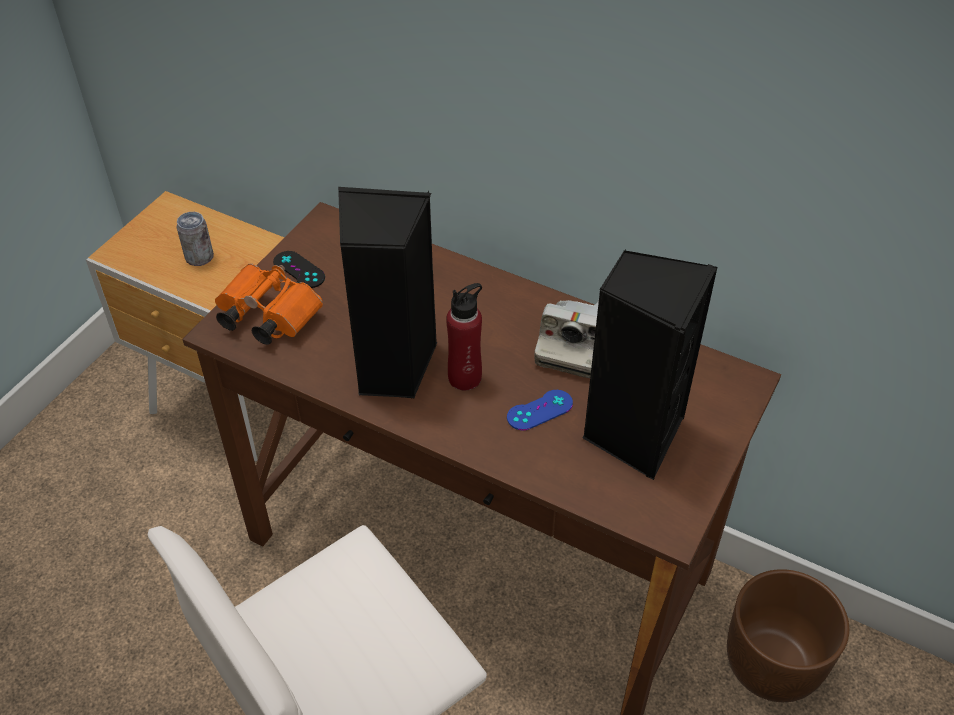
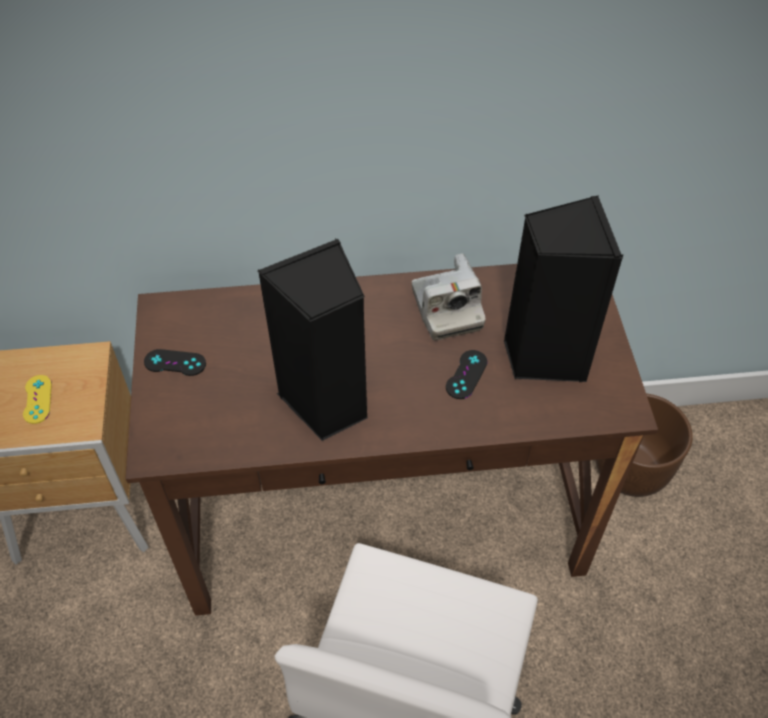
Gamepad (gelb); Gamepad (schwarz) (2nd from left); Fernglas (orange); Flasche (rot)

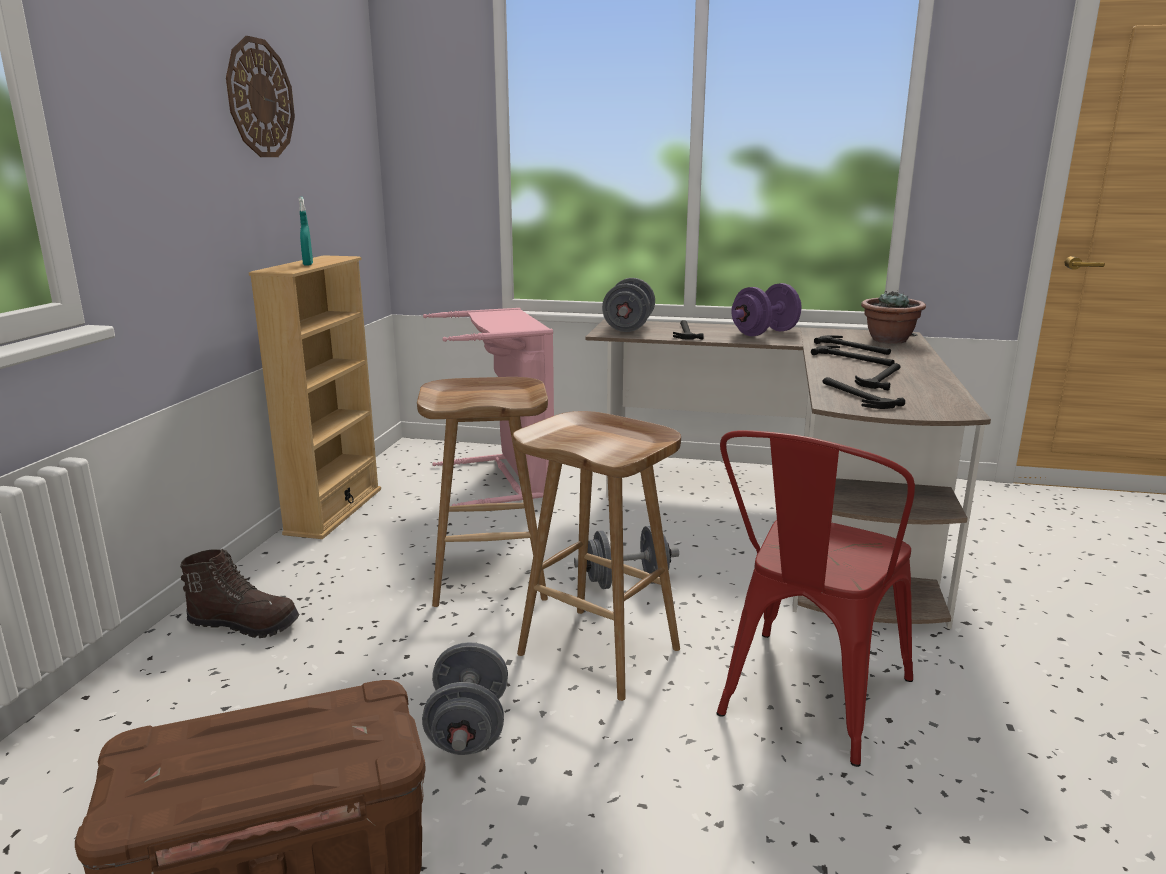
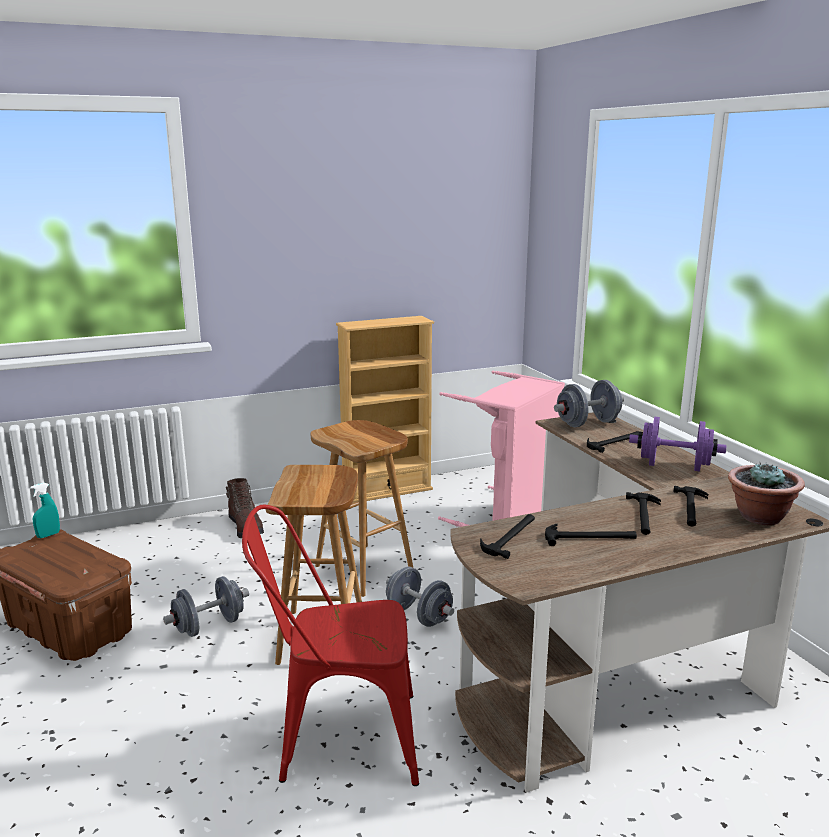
Sprühflasche (türkis); Wanduhr

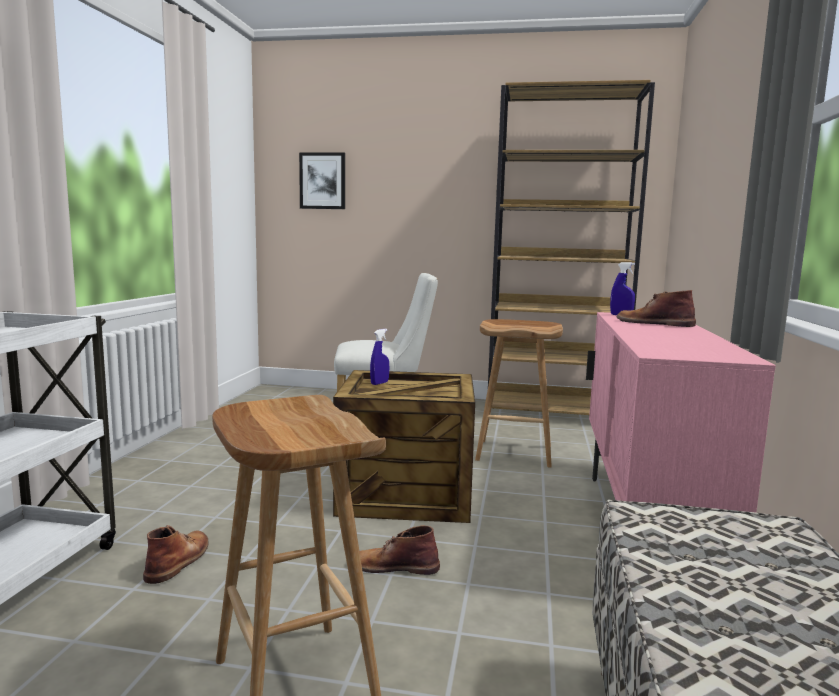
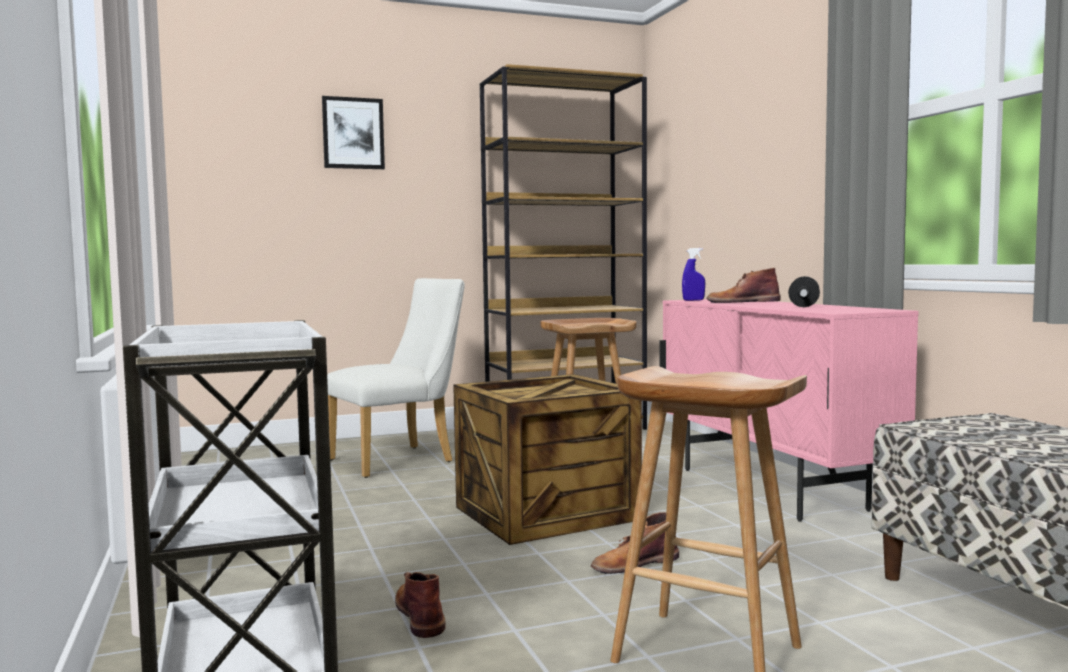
Bild; Hantel; Sprühflasche (blau) (1st from left in the first image)

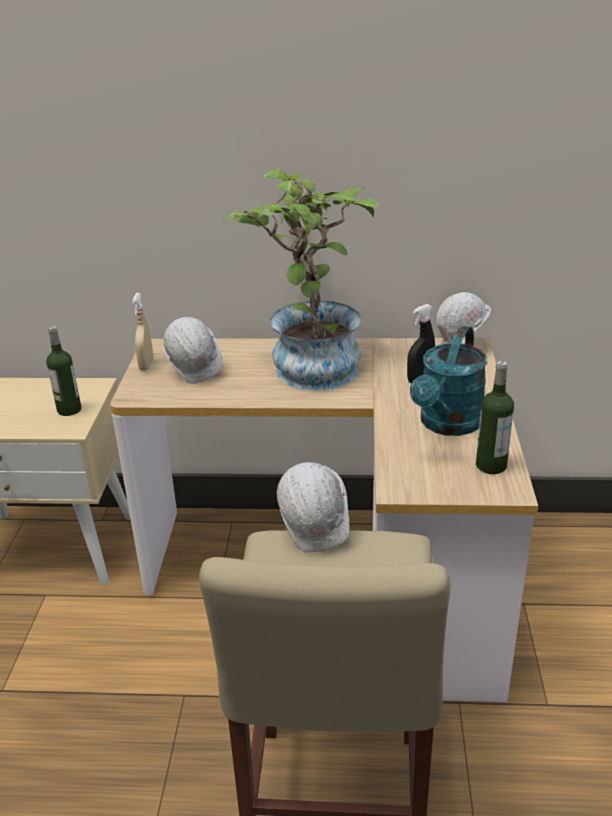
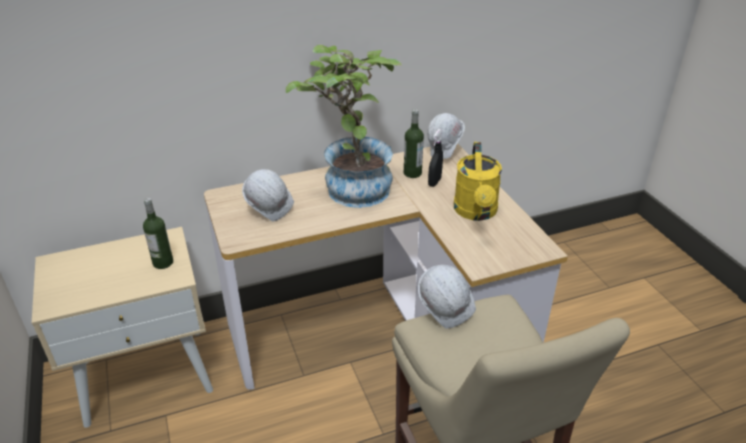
Flasche (2nd from left); Gießkanne (gelb); Sprühflasche (beige)

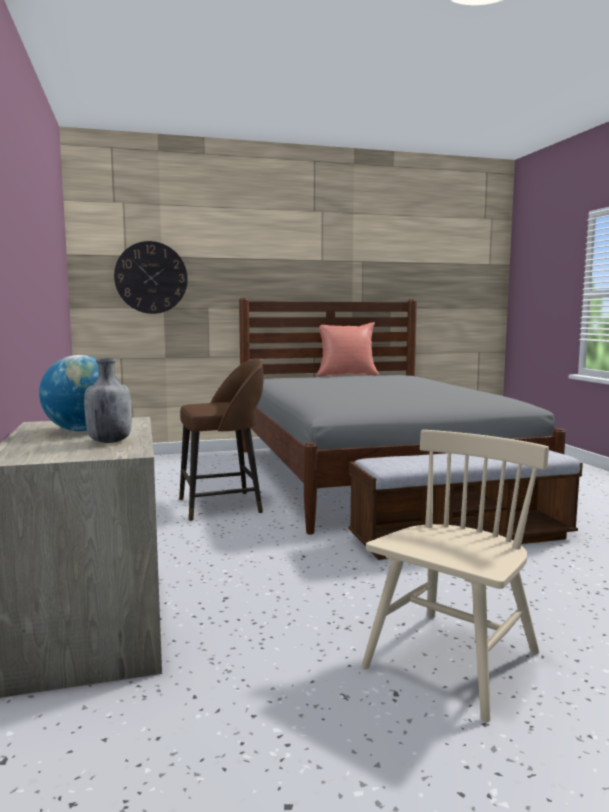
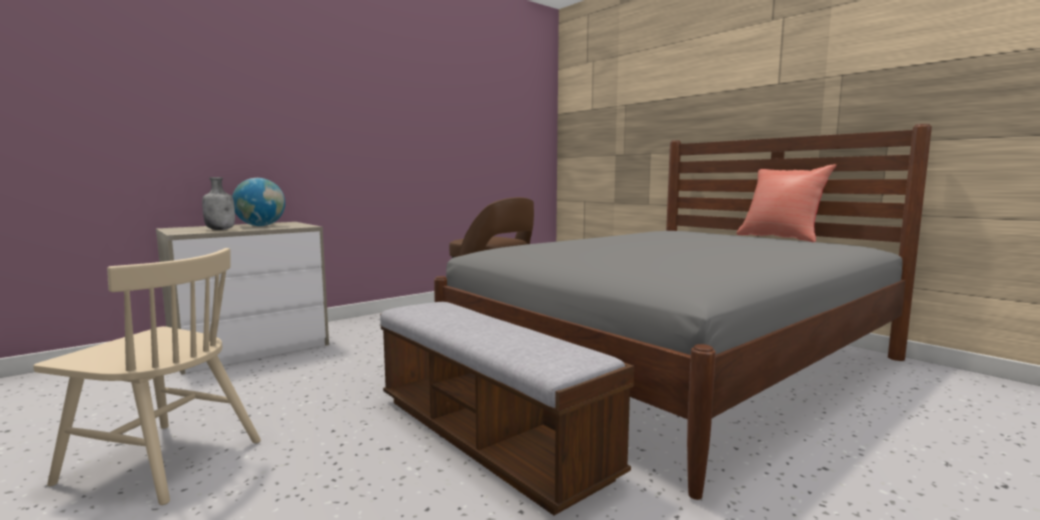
Wanduhr

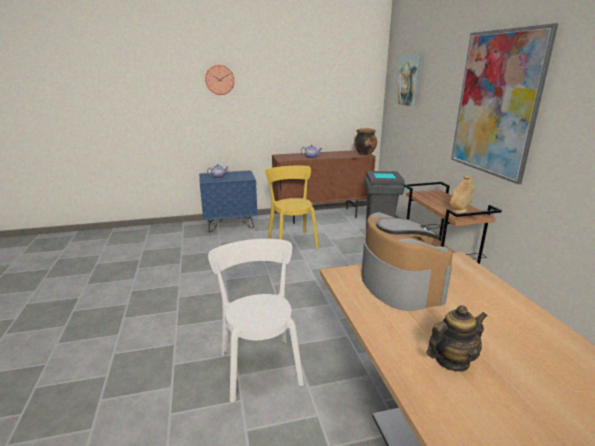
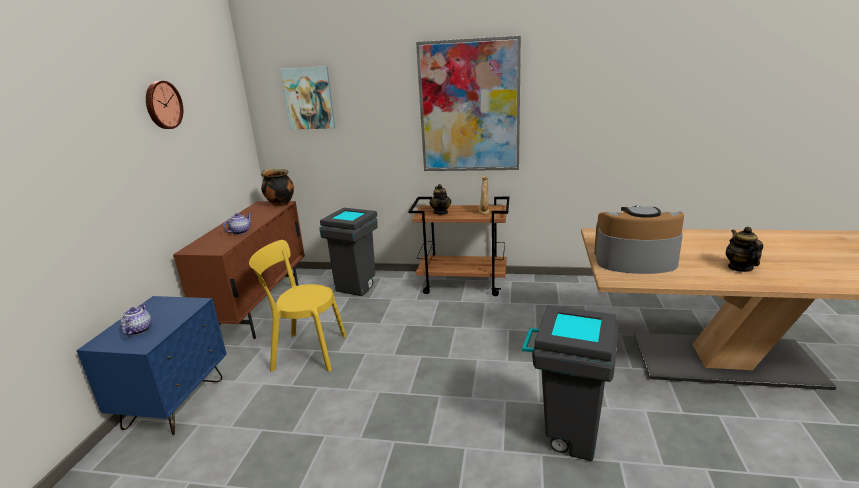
Wanduhr; Teekanne (3rd from left); Mülleimer (grau) (2nd from left)

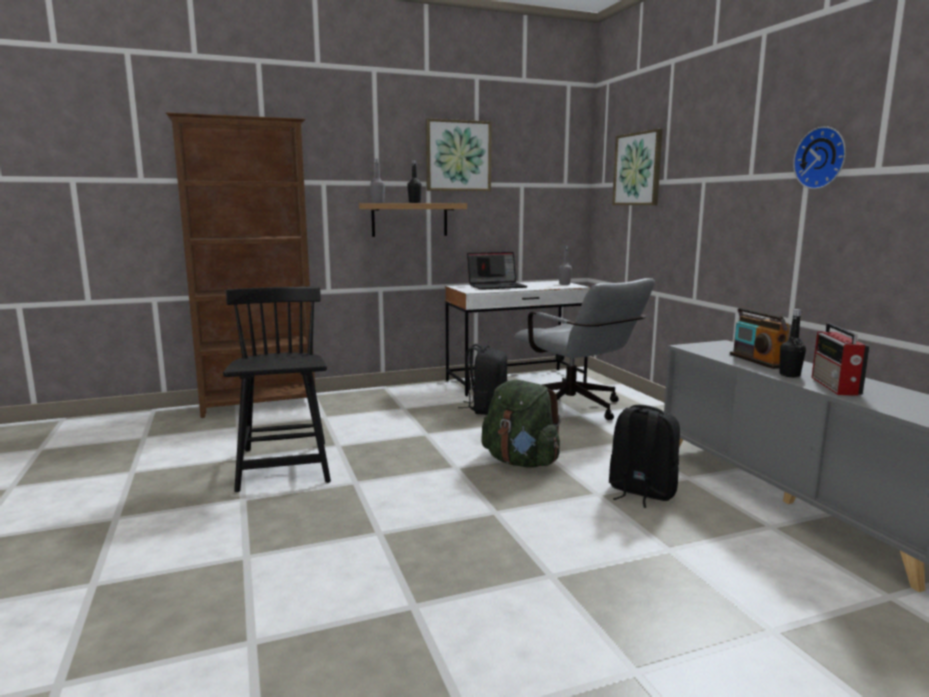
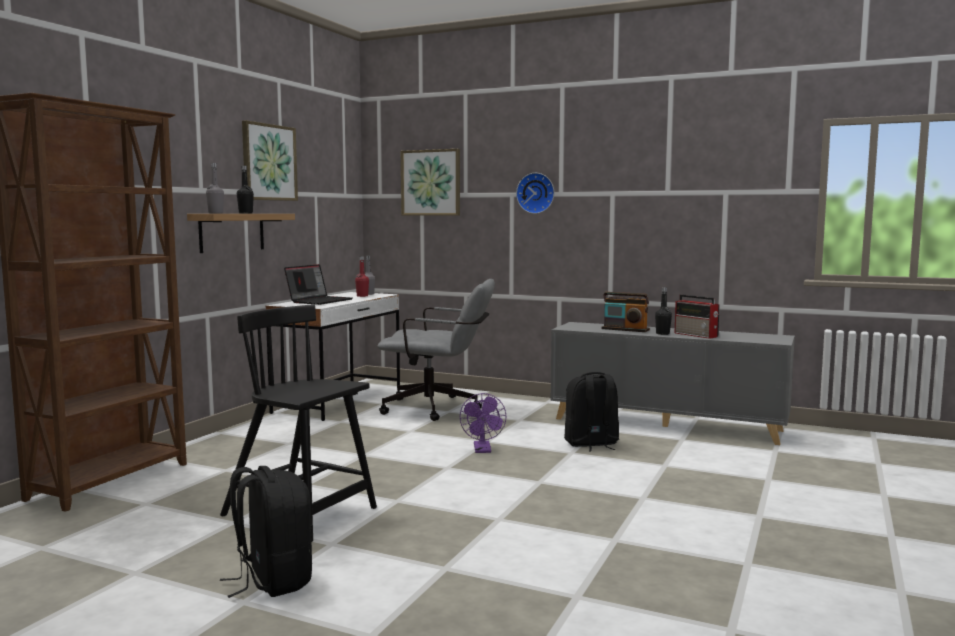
Rucksack (schwarz) (1st from left); Flasche (rot); Ventilator (lila); Wanduhr

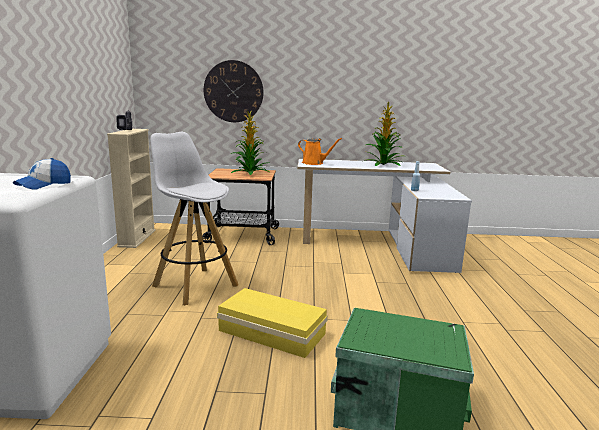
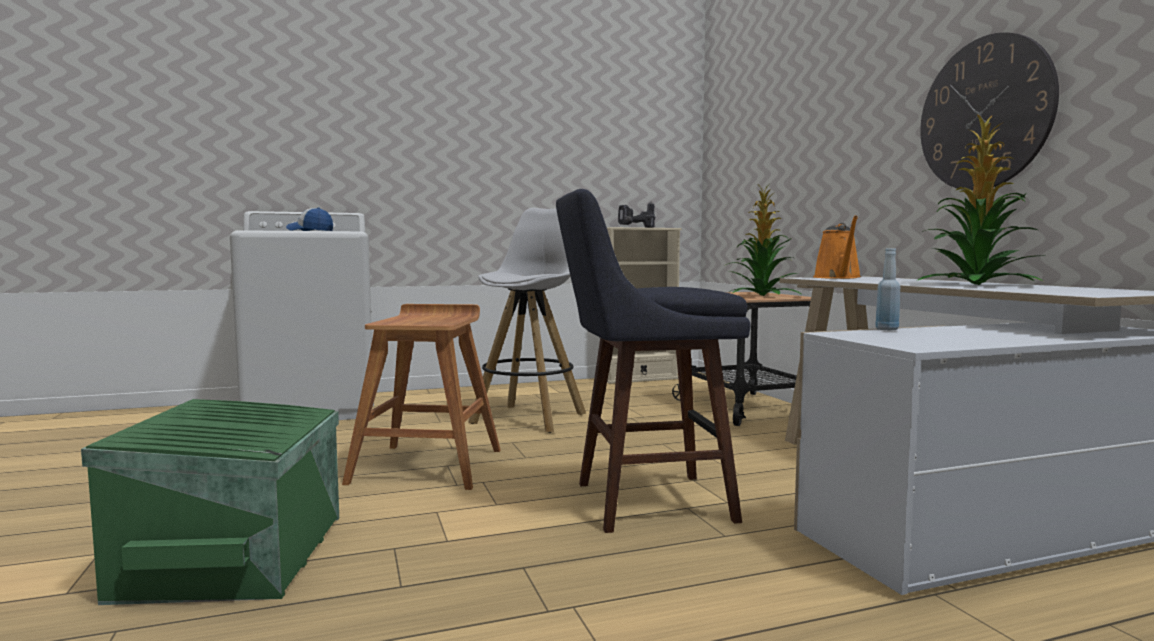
Hocker (braun); Hocker (blau); Wanduhr

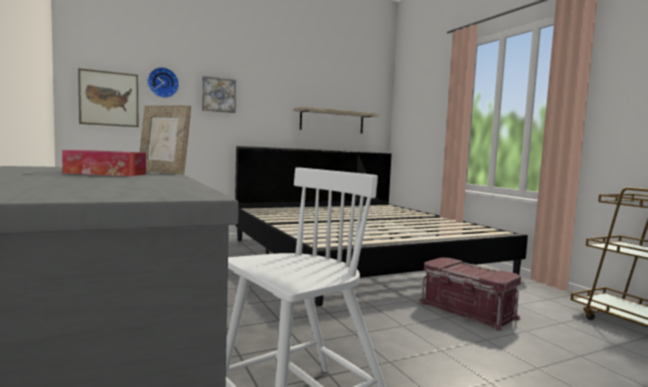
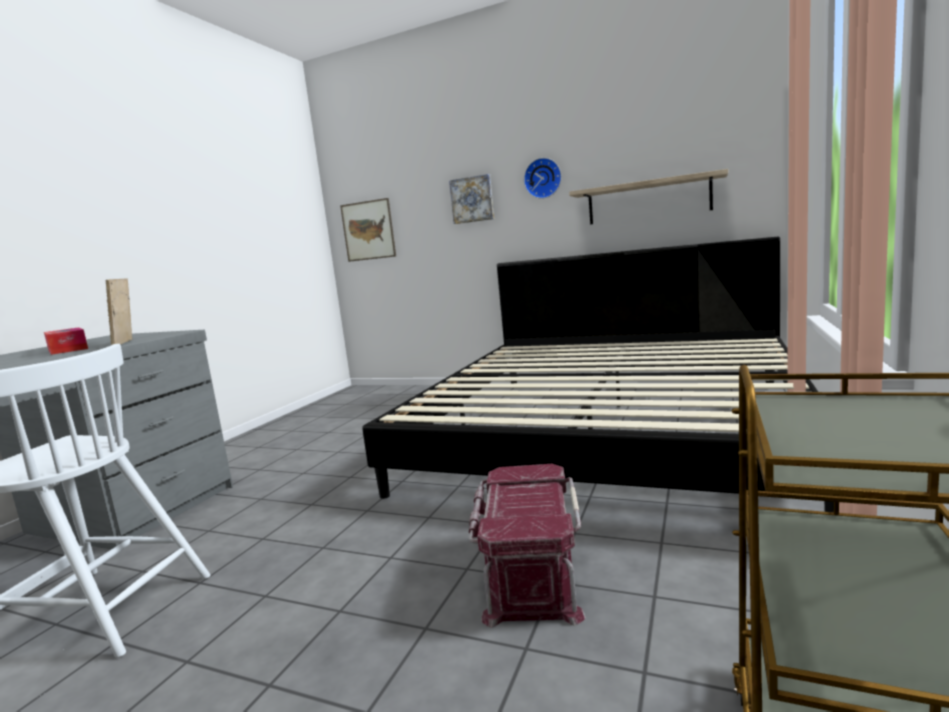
Wanduhr

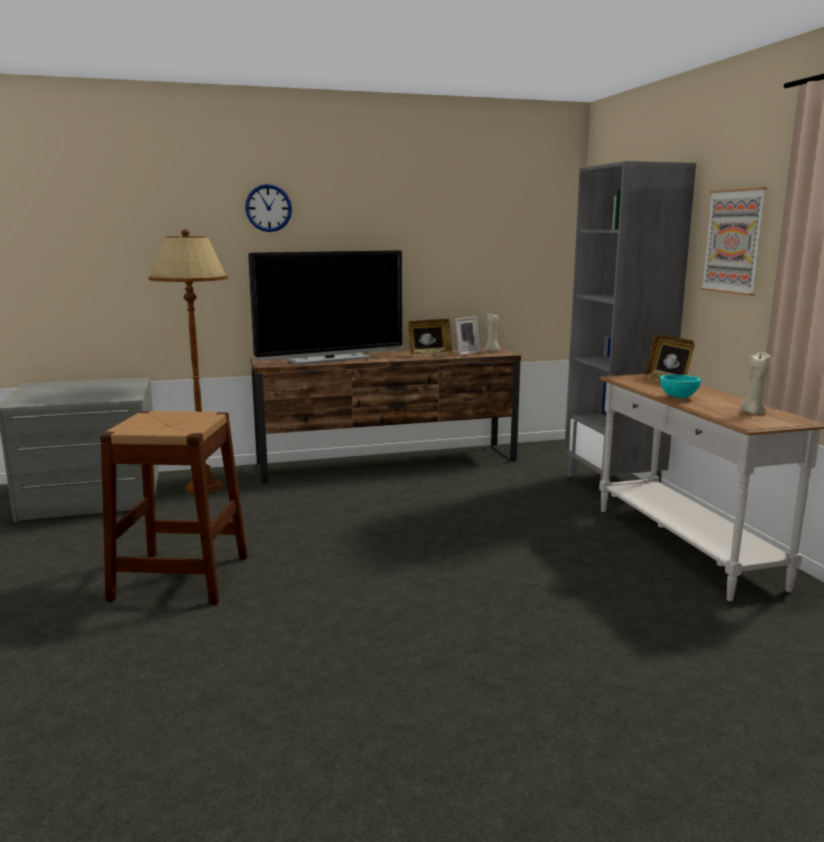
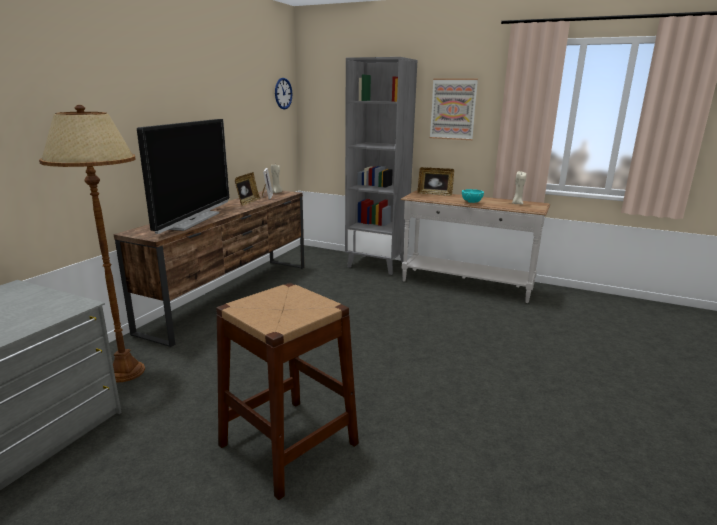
Wanduhr

